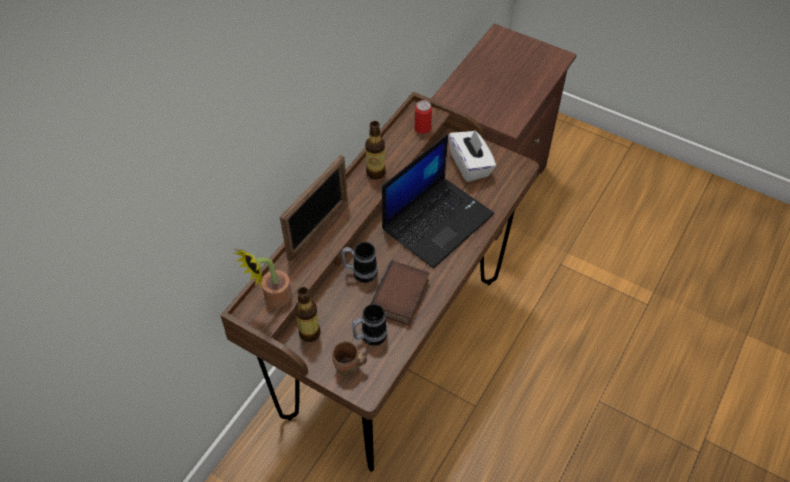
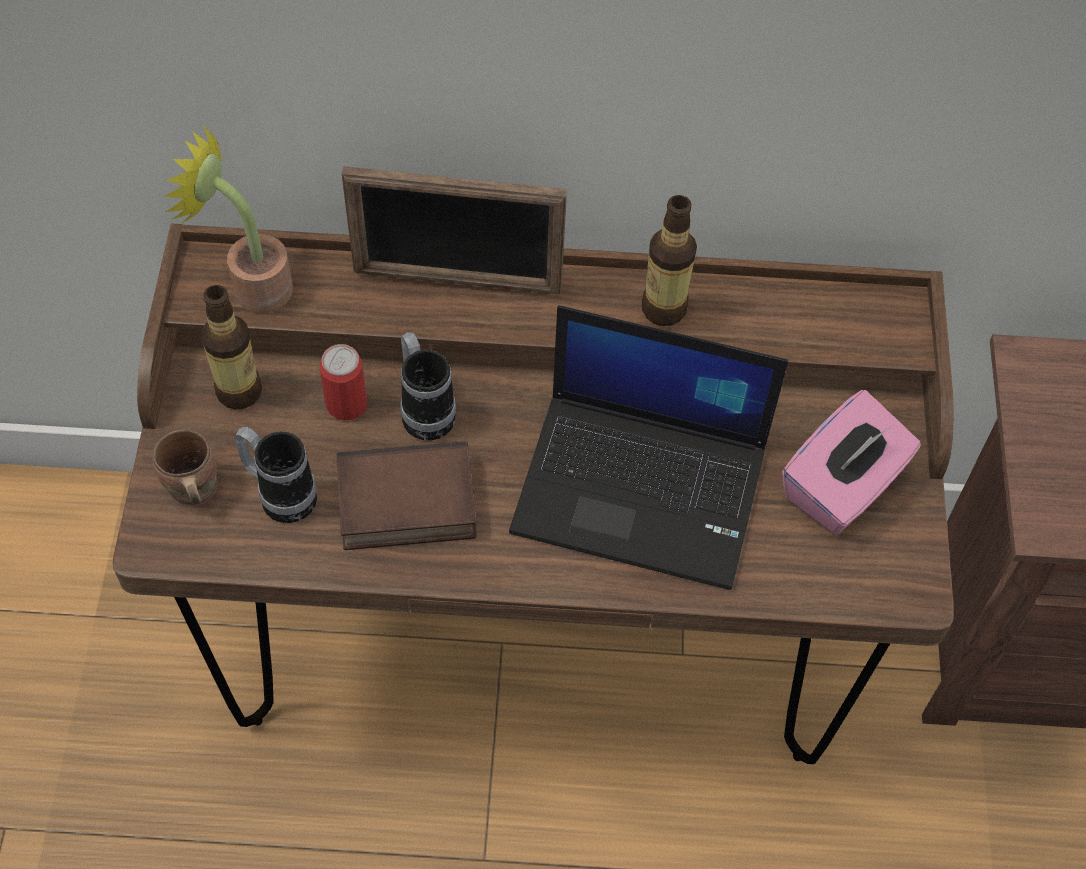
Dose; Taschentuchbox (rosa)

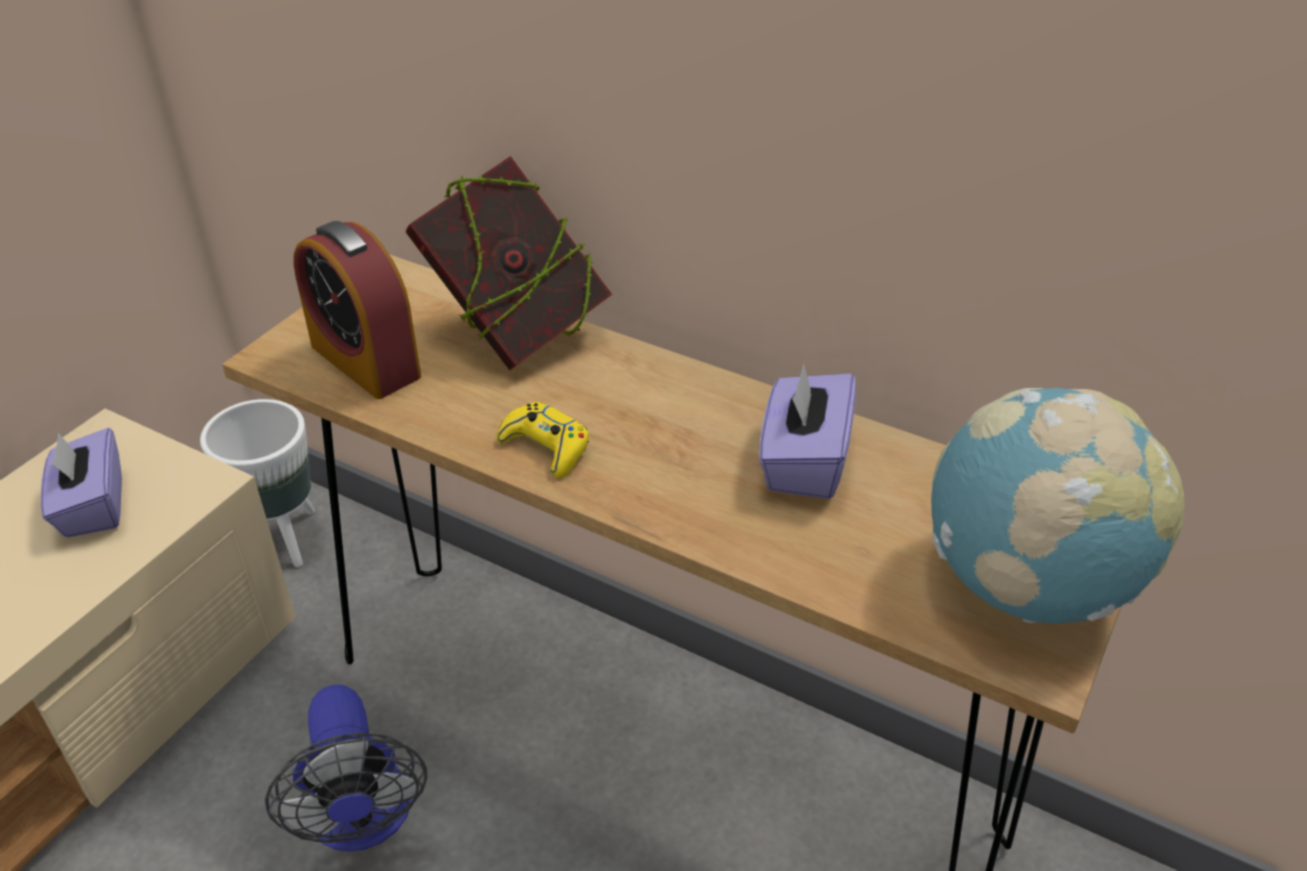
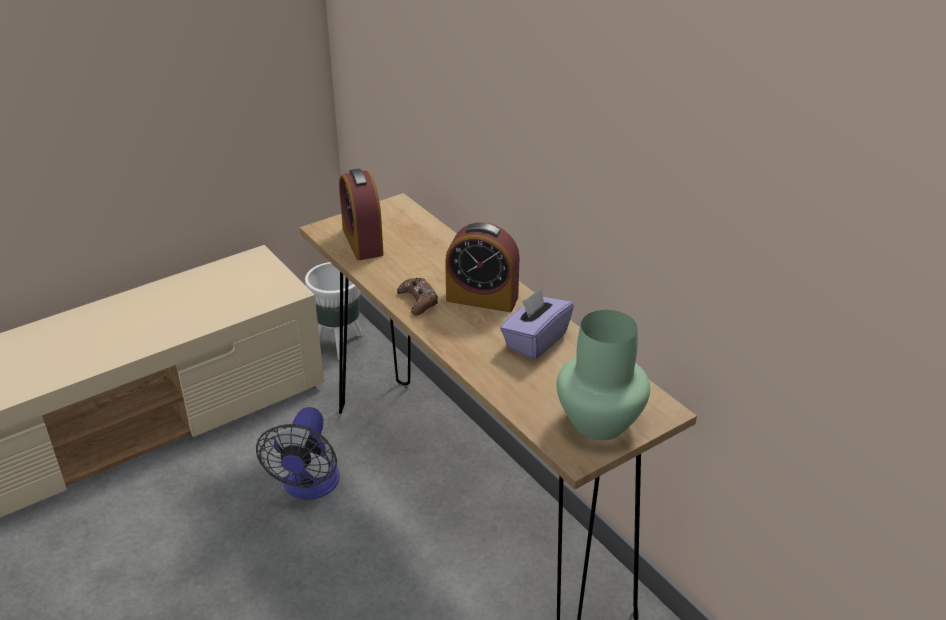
Gamepad (braun); Wecker (2nd from left); Vase (grün); Taschentuchbox (lila) (1st from left in the first image); Buch

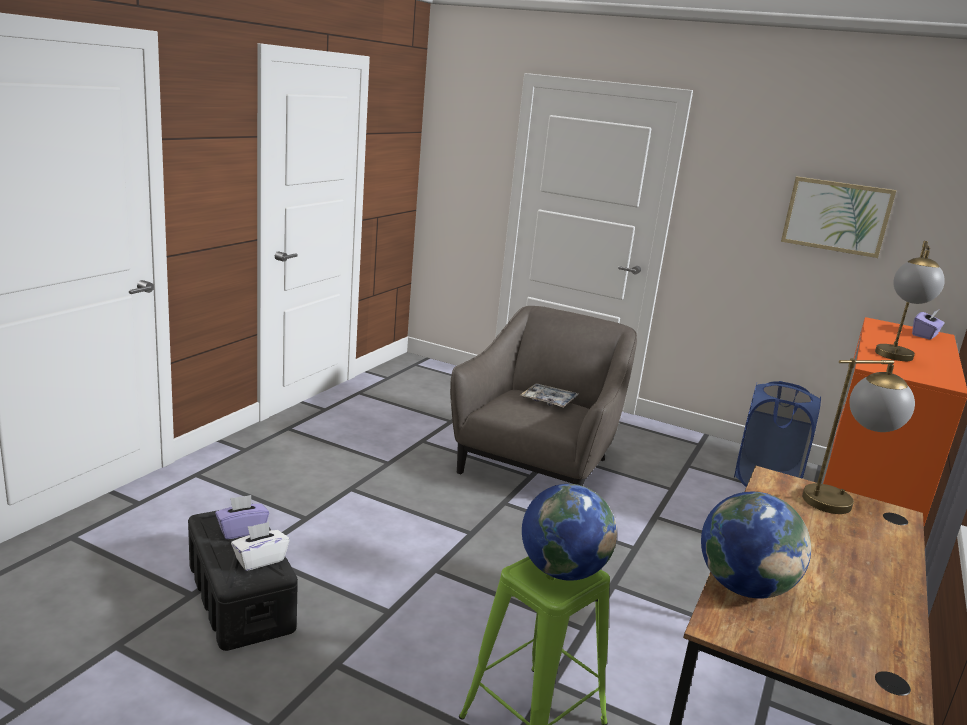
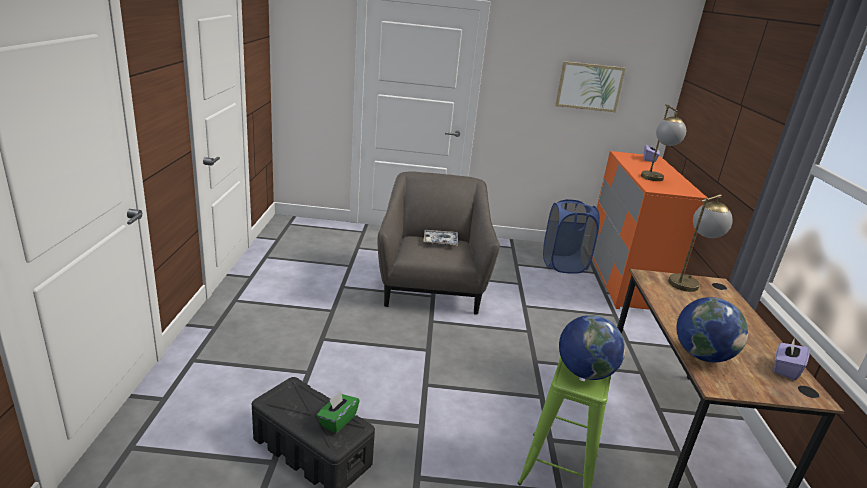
Taschentuchbox (grün); Taschentuchbox (lila) (2nd from left)

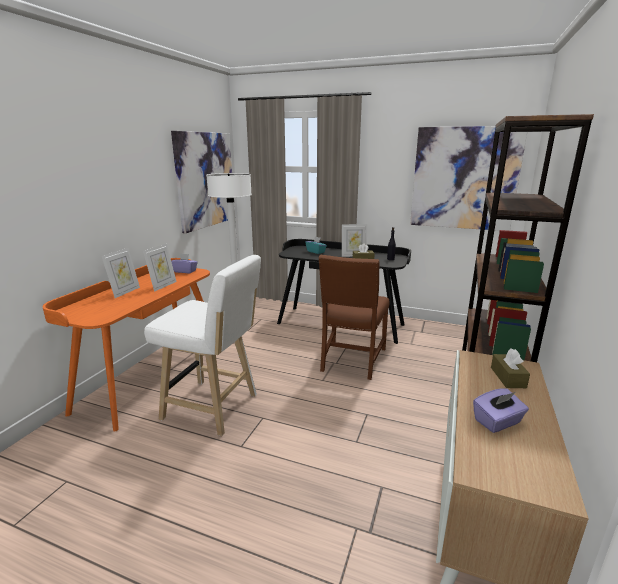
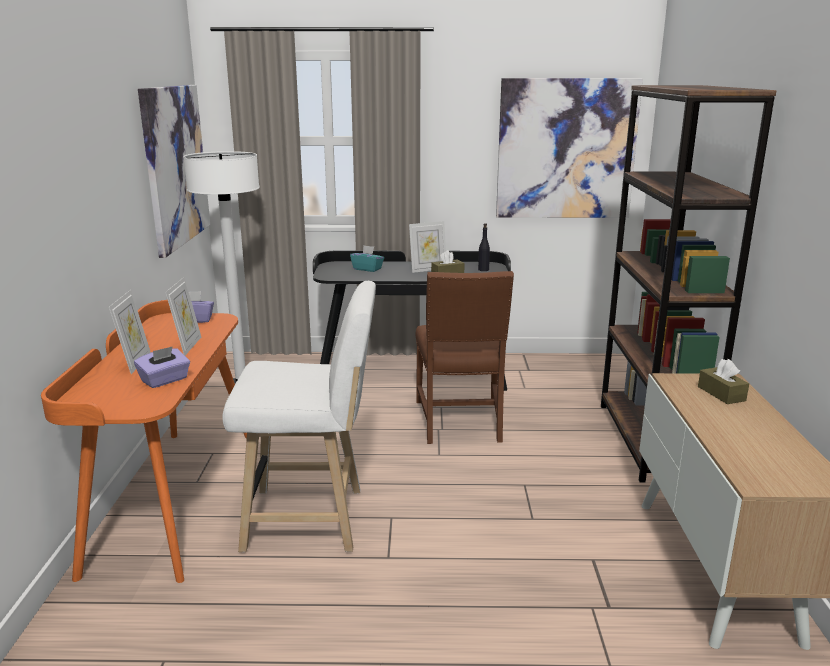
Taschentuchbox (lila) (1st from left)

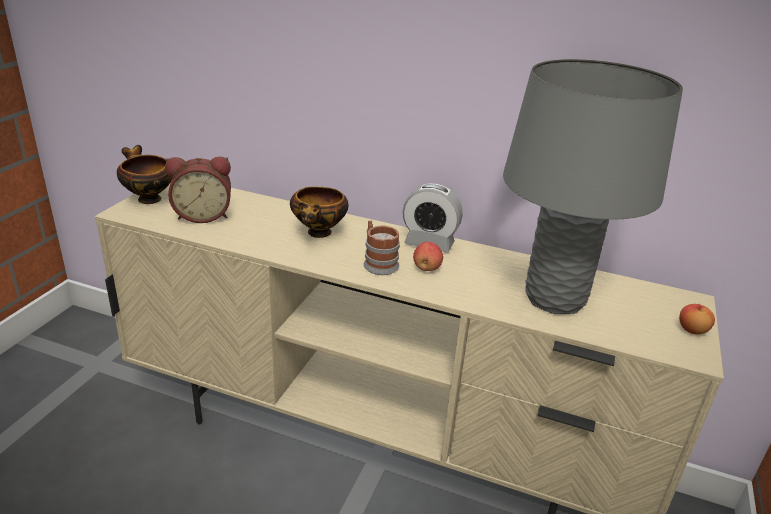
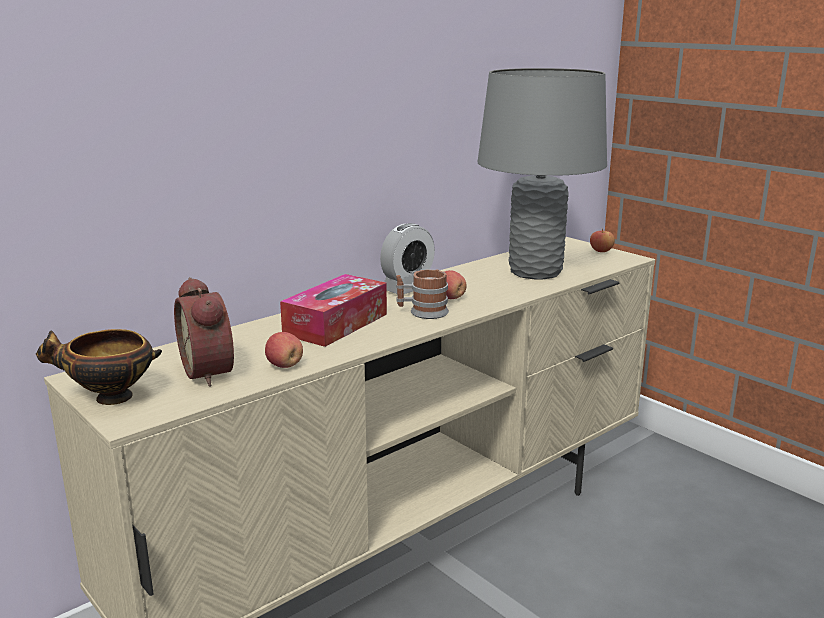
Wecker (1st from left); Apfel (1st from left); Taschentuchbox

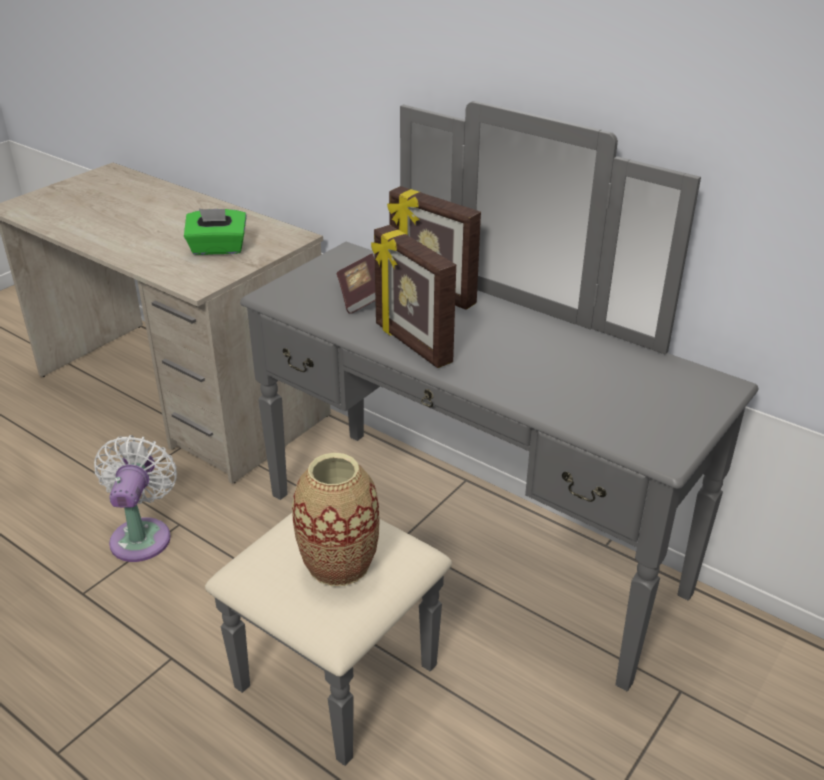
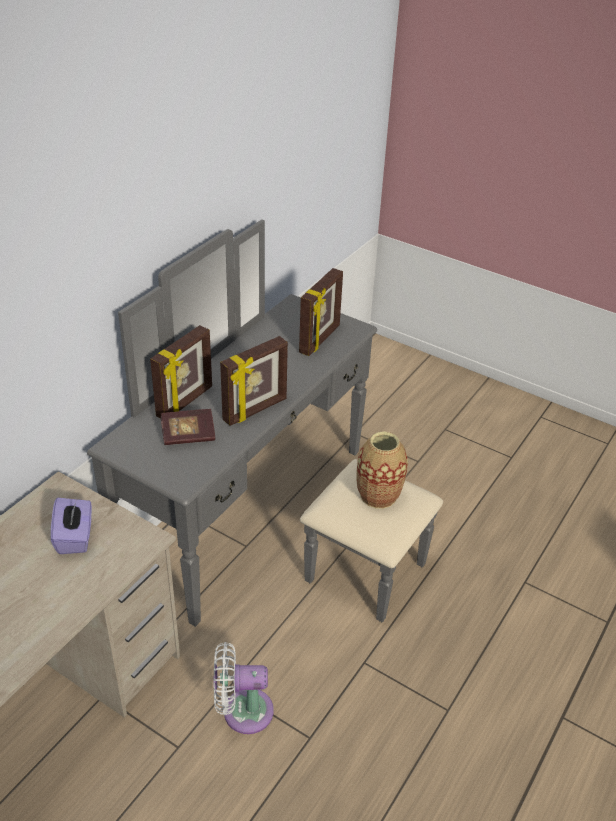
Taschentuchbox (lila); Bilderrahmen (3rd from left)

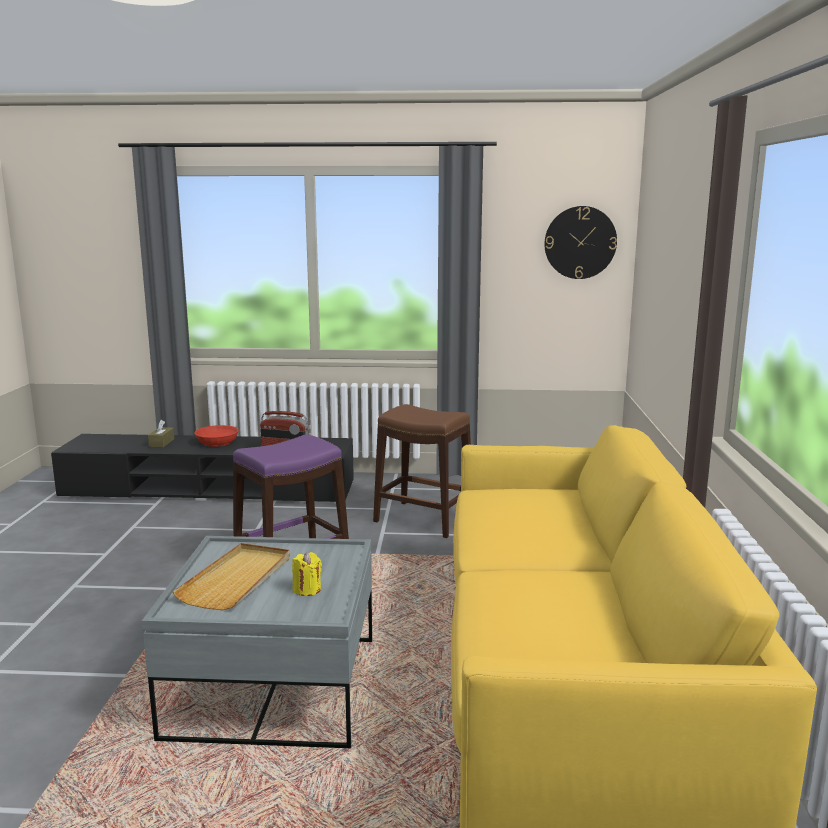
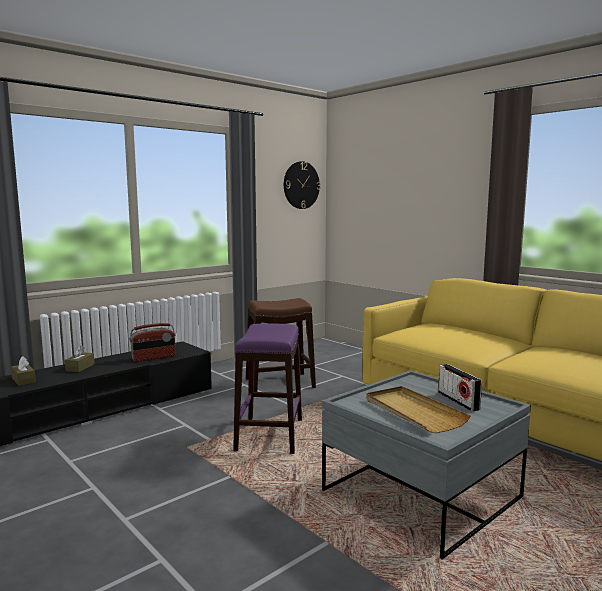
Taschentuchbox (braun) (2nd from left); Radio (2nd from left)

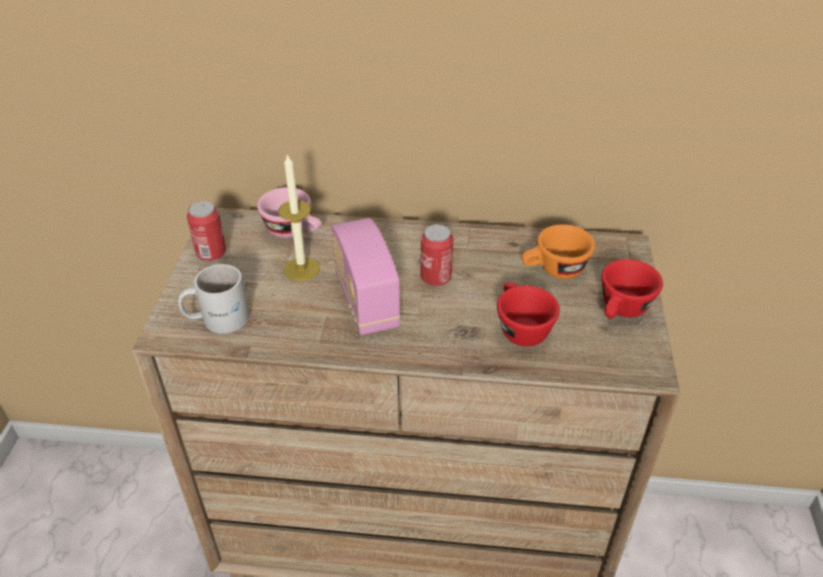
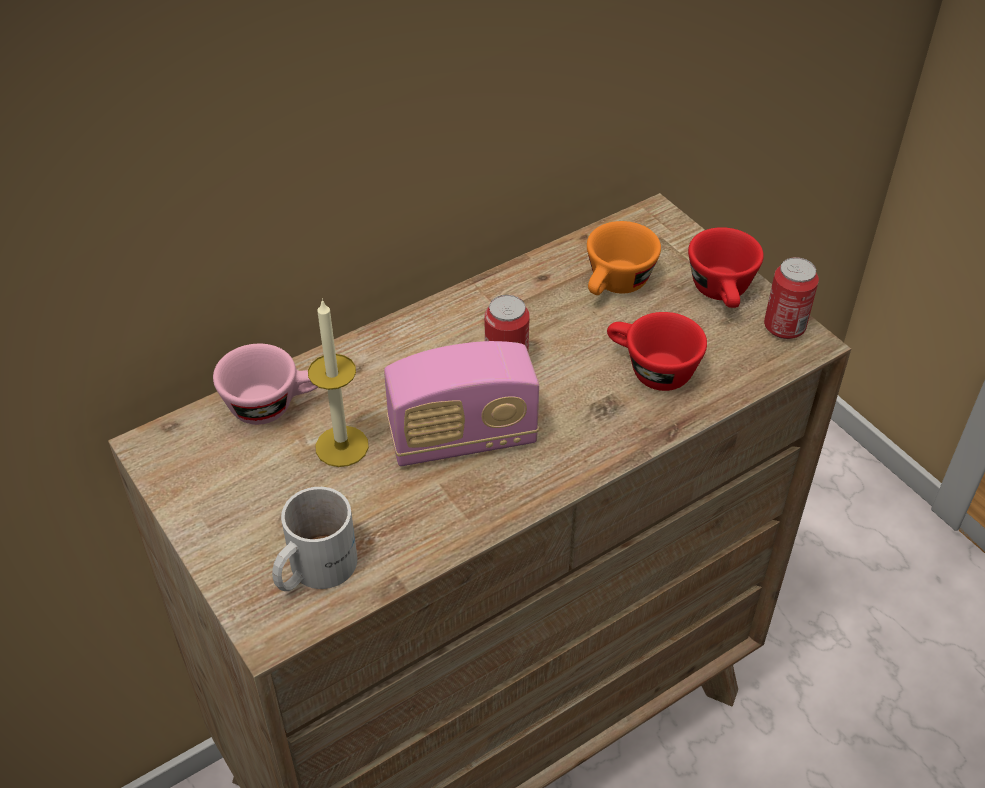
Radio; Dose (2nd from left)

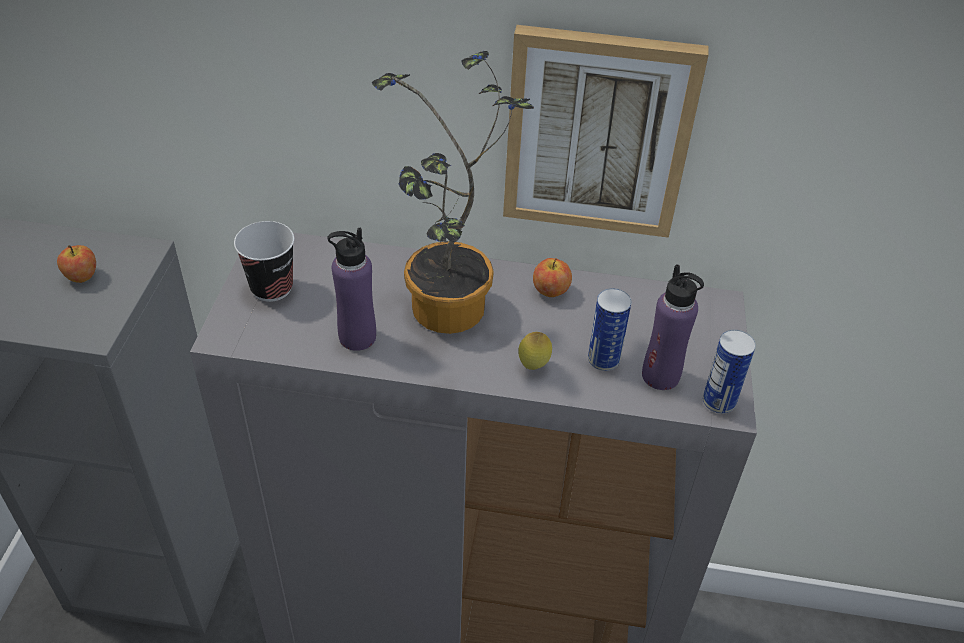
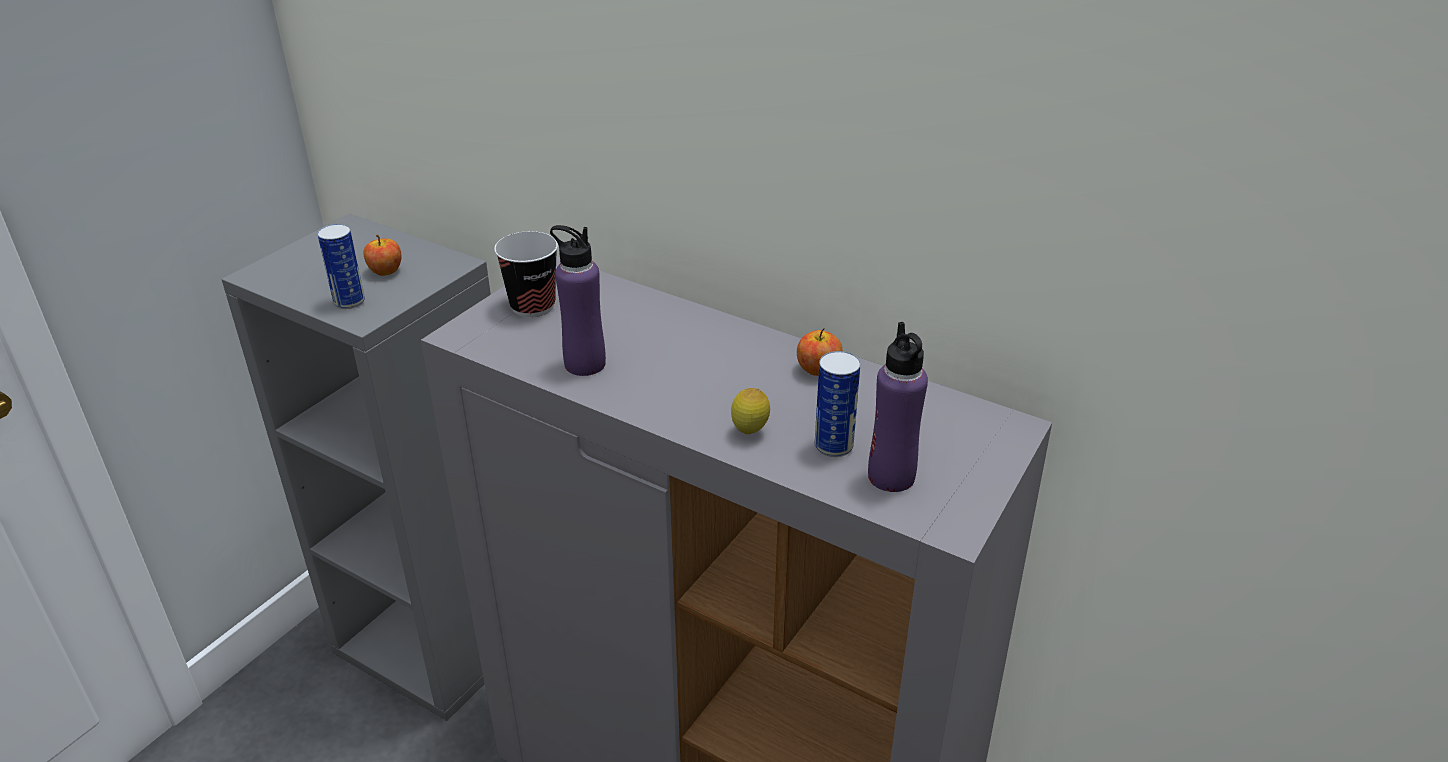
Dose (1st from left); Topfpflanze; Bild

